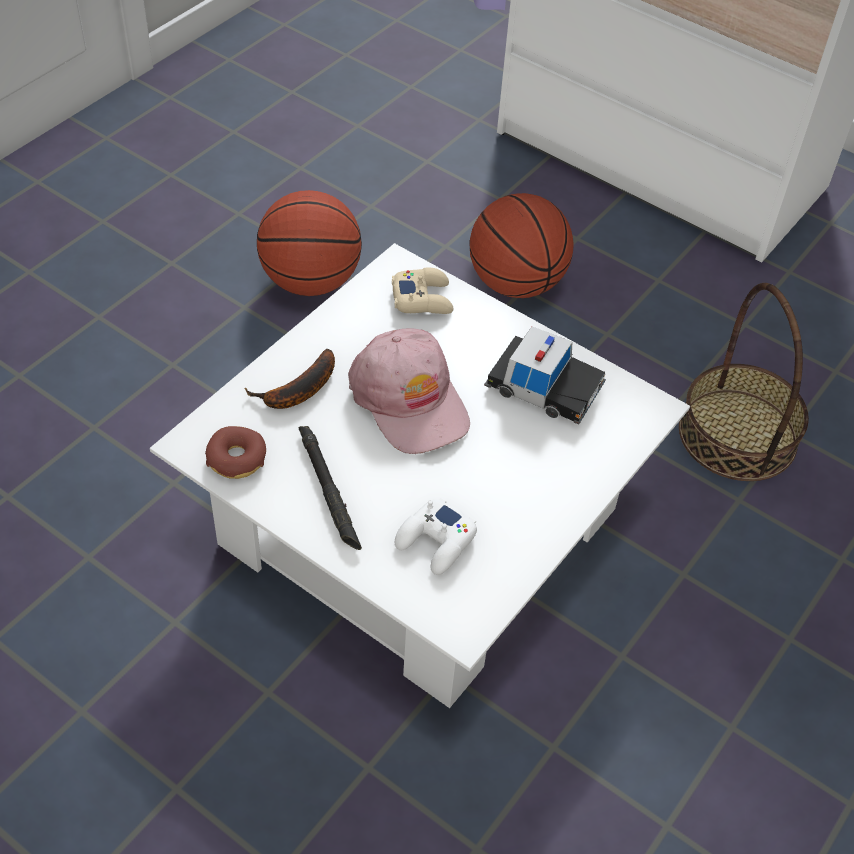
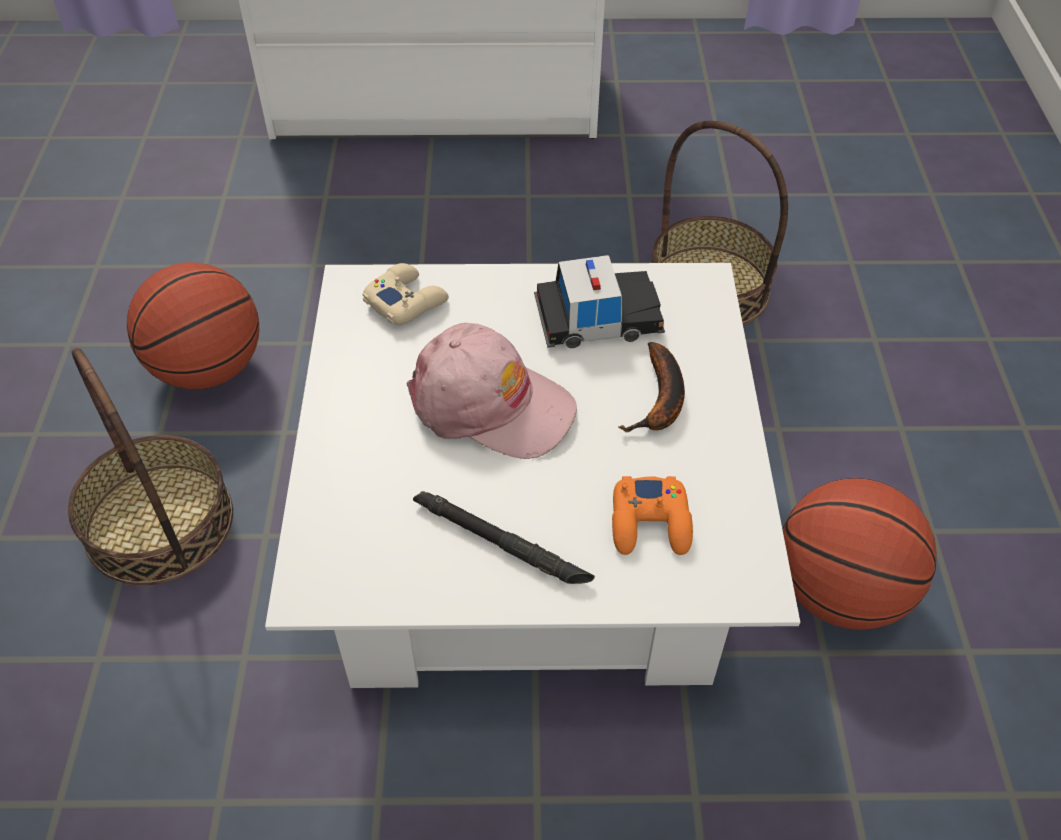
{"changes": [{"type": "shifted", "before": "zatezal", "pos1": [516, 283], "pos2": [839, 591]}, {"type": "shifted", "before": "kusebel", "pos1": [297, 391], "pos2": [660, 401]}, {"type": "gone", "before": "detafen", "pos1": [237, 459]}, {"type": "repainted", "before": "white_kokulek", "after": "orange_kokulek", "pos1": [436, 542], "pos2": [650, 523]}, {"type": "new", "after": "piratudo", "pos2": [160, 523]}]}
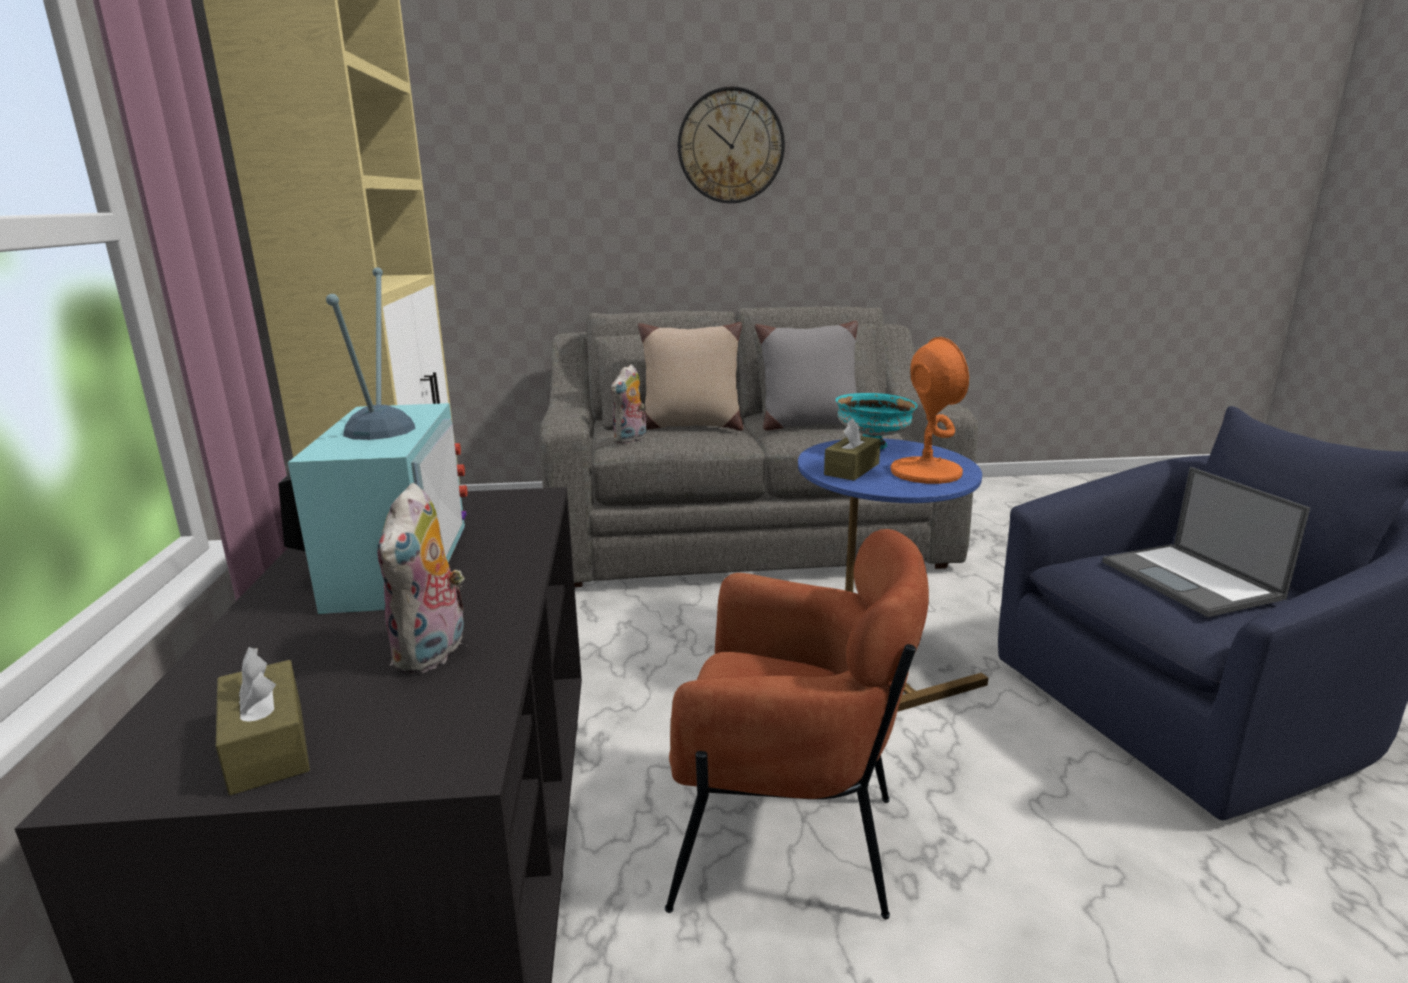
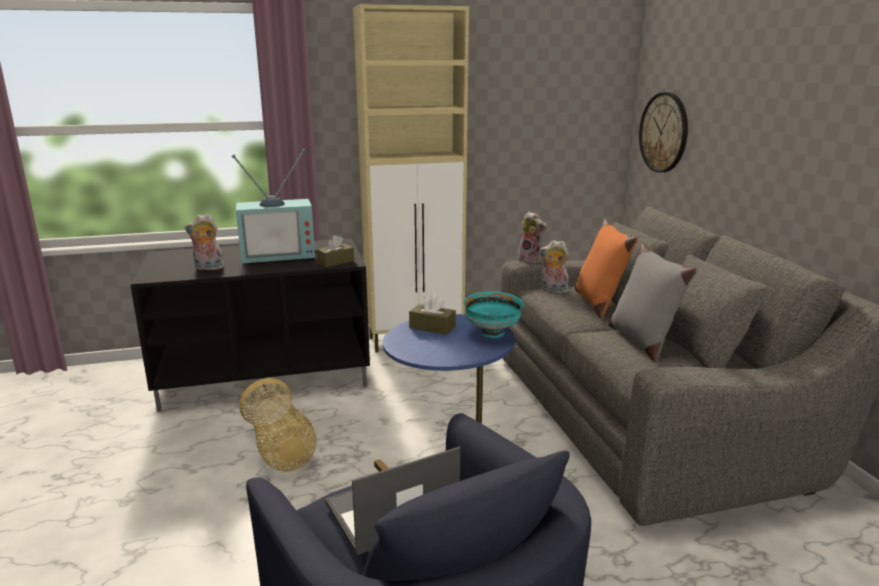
{"changes": [{"type": "shifted", "before": "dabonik", "pos1": [730, 146], "pos2": [664, 132]}, {"type": "repainted", "before": "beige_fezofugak", "after": "orange_fezofugak", "pos1": [691, 426], "pos2": [598, 302]}, {"type": "gone", "before": "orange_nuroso", "pos1": [925, 472]}, {"type": "swapped", "before": "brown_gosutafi", "after": "piratudo", "pos1": [787, 840], "pos2": [280, 449]}, {"type": "shifted", "before": "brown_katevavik", "pos1": [267, 746], "pos2": [335, 262]}, {"type": "new", "after": "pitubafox", "pos2": [531, 260]}]}
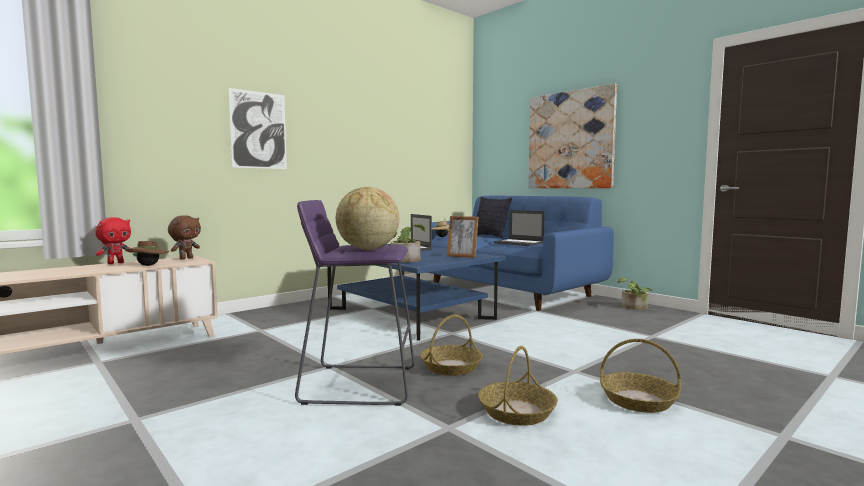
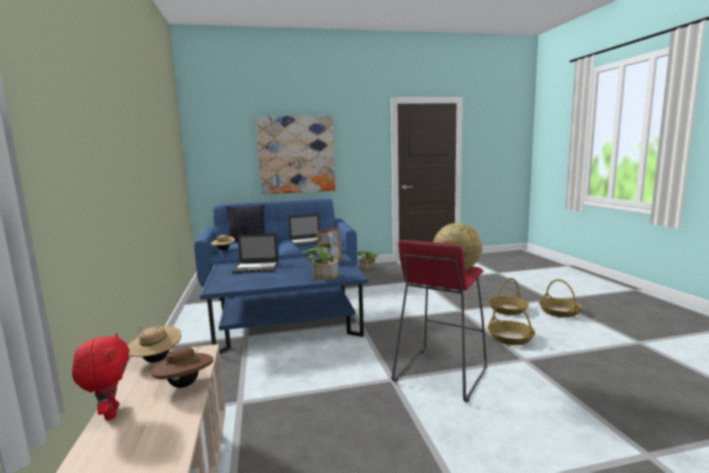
{"changes": [{"type": "gone", "before": "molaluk", "pos1": [258, 130]}, {"type": "repainted", "before": "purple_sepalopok", "after": "red_sepalopok", "pos1": [358, 384], "pos2": [440, 374]}, {"type": "swapped", "before": "brown_pitubafox", "after": "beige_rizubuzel", "pos1": [186, 258], "pos2": [156, 360]}, {"type": "shifted", "before": "piratudo", "pos1": [451, 367], "pos2": [559, 312]}]}
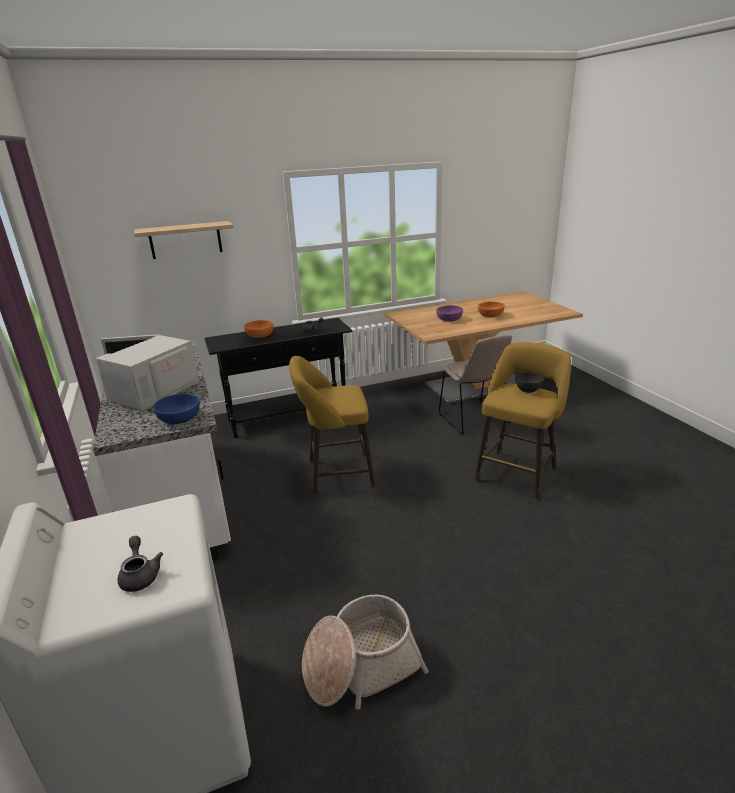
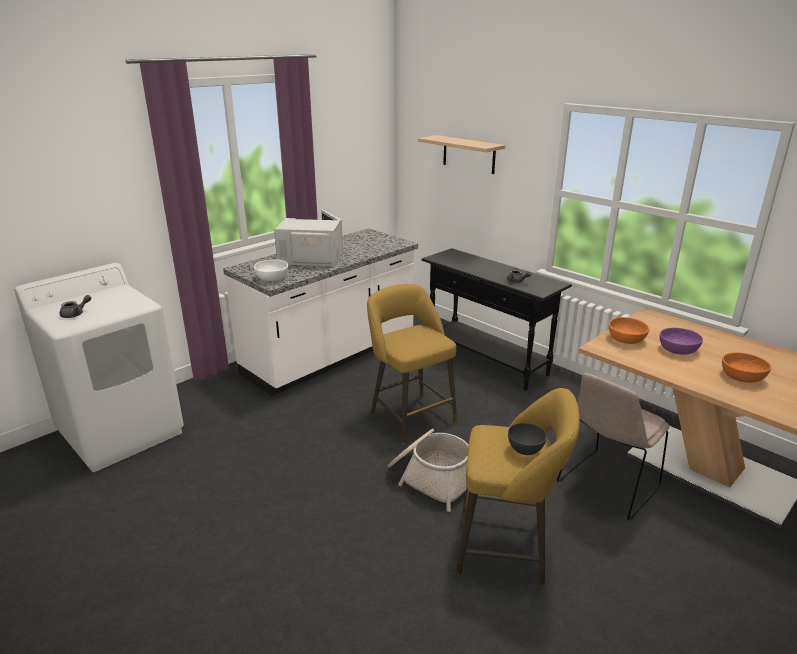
{"changes": [{"type": "shifted", "before": "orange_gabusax", "pos1": [260, 335], "pos2": [626, 339]}, {"type": "repainted", "before": "blue_gabusax", "after": "white_gabusax", "pos1": [180, 418], "pos2": [272, 278]}, {"type": "shifted", "before": "piratudo", "pos1": [361, 665], "pos2": [432, 477]}]}
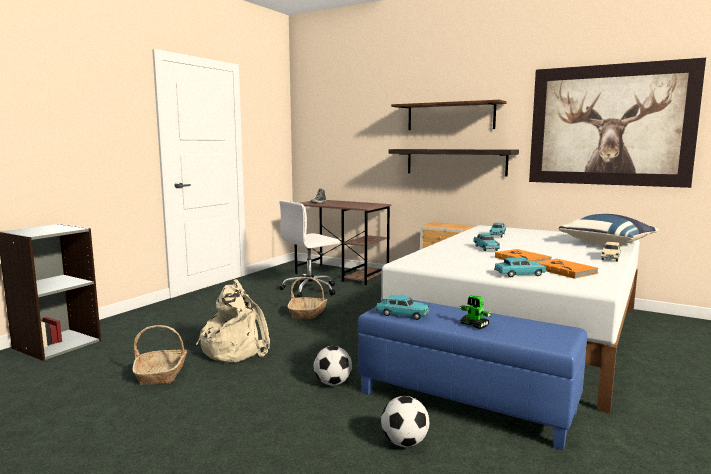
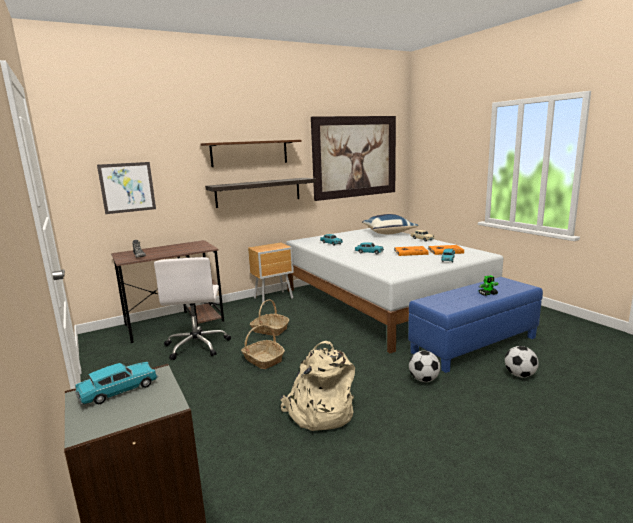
{"changes": [{"type": "shifted", "before": "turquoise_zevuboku", "pos1": [402, 315], "pos2": [119, 391]}, {"type": "shifted", "before": "piratudo", "pos1": [162, 373], "pos2": [269, 330]}, {"type": "new", "after": "molaluk", "pos2": [127, 187]}]}
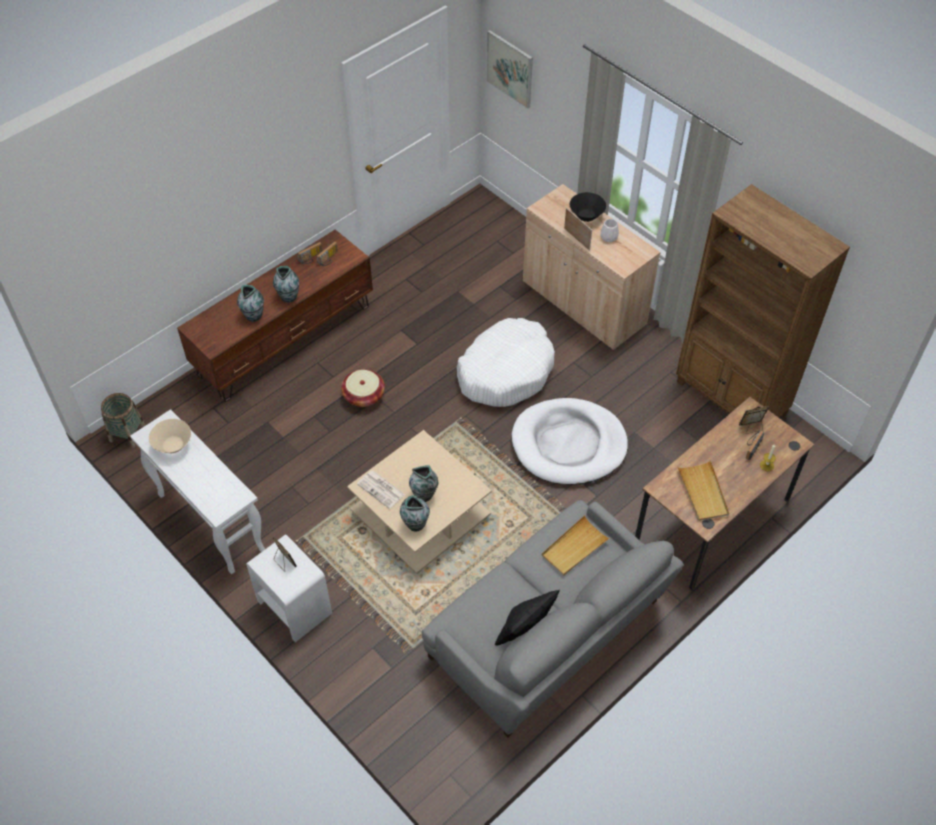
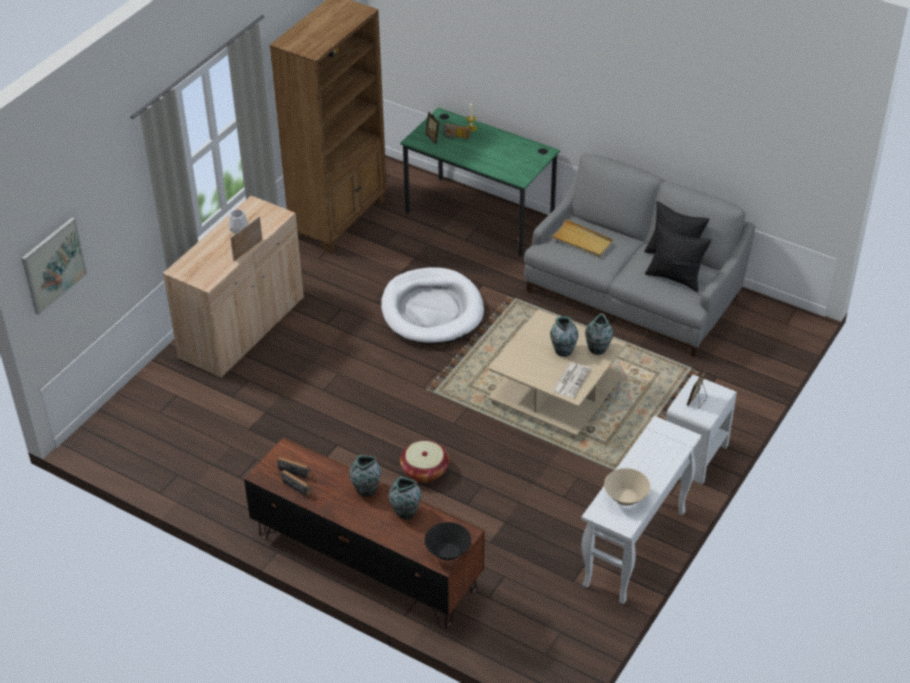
{"changes": [{"type": "shifted", "before": "black_gabusax", "pos1": [586, 216], "pos2": [447, 552]}, {"type": "gone", "before": "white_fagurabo", "pos1": [505, 371]}, {"type": "gone", "before": "piratudo", "pos1": [127, 434]}, {"type": "repainted", "before": "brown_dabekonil", "after": "green_dabekonil", "pos1": [712, 520], "pos2": [479, 216]}, {"type": "gone", "before": "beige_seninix", "pos1": [703, 492]}, {"type": "new", "after": "black_fezofugak", "pos2": [675, 278]}]}
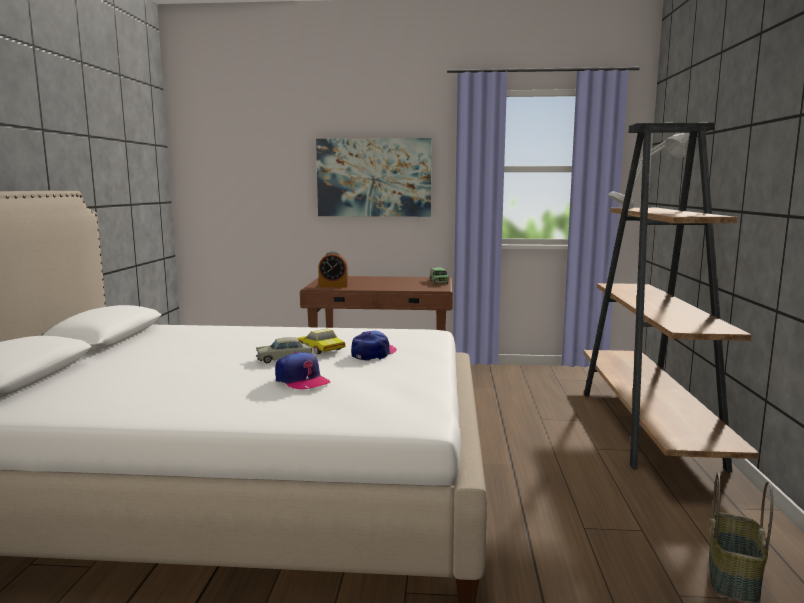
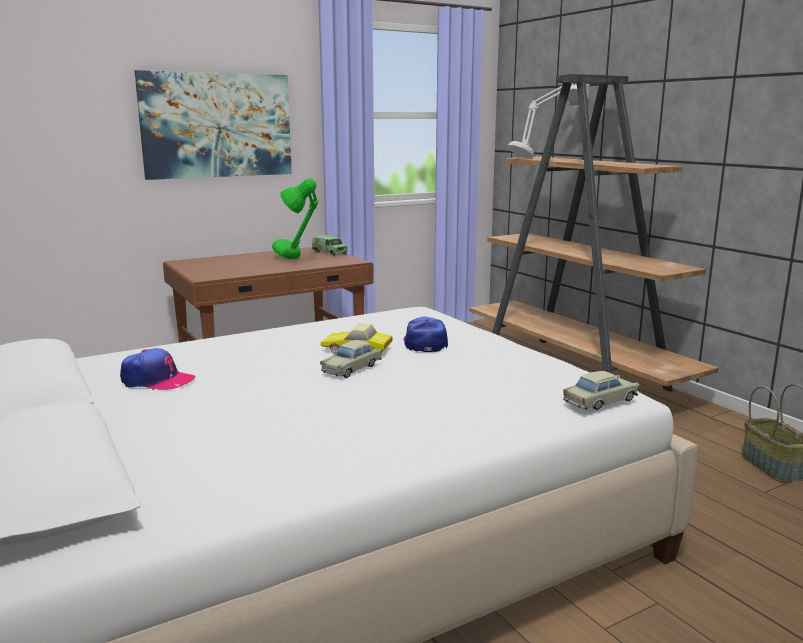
{"changes": [{"type": "gone", "before": "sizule", "pos1": [333, 286]}, {"type": "shifted", "before": "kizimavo", "pos1": [301, 380], "pos2": [157, 381]}, {"type": "new", "after": "green_nuroso", "pos2": [298, 262]}, {"type": "new", "after": "beige_zevuboku", "pos2": [600, 401]}]}
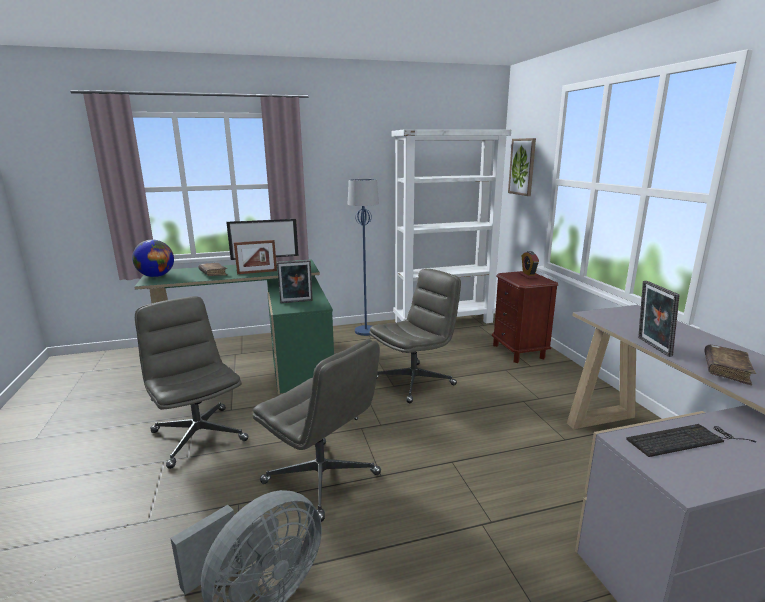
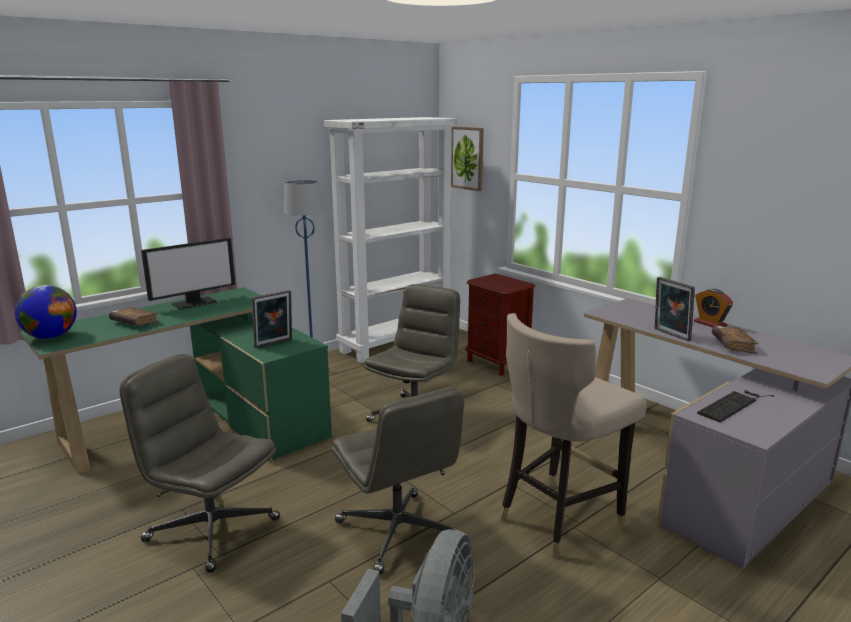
{"changes": [{"type": "gone", "before": "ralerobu", "pos1": [257, 272]}, {"type": "shifted", "before": "sizule", "pos1": [528, 276], "pos2": [710, 324]}, {"type": "rotated", "before": "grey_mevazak", "pos1": [322, 479], "pos2": [399, 532], "turn": 45}, {"type": "new", "after": "beige_sepalopok", "pos2": [558, 519]}]}
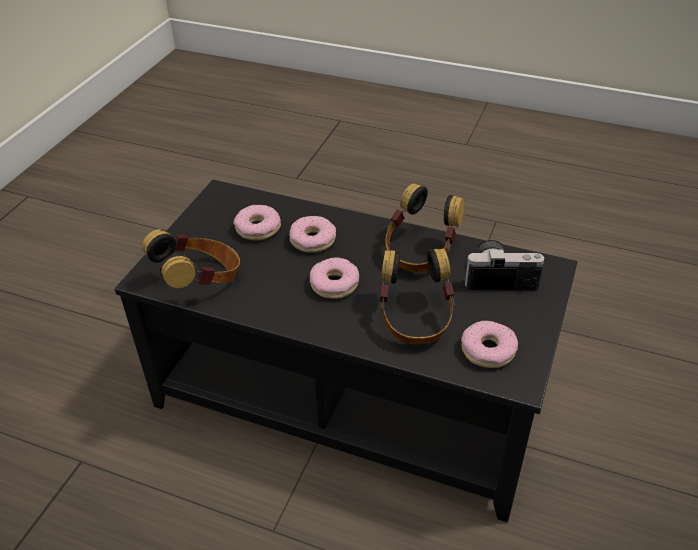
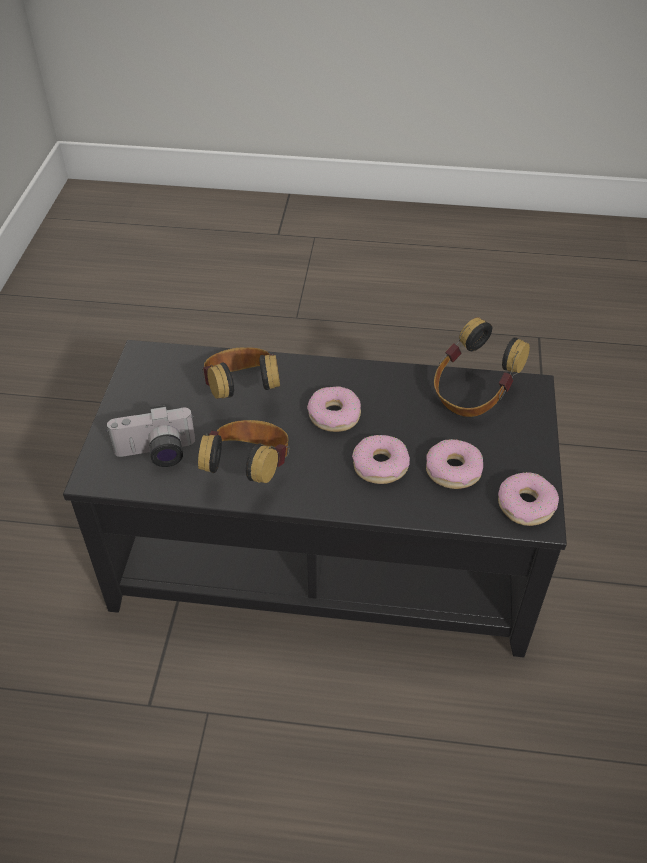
{"changes": [{"type": "shifted", "before": "detafen", "pos1": [488, 350], "pos2": [526, 505]}]}
